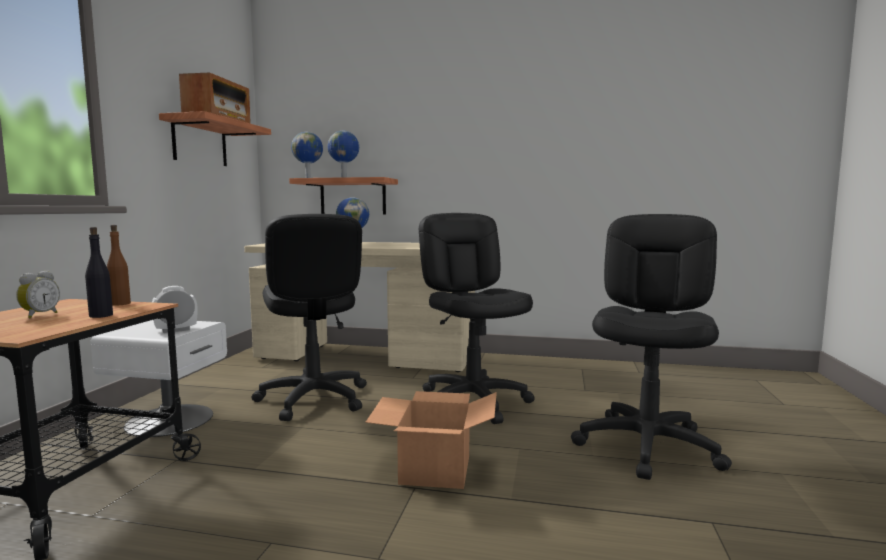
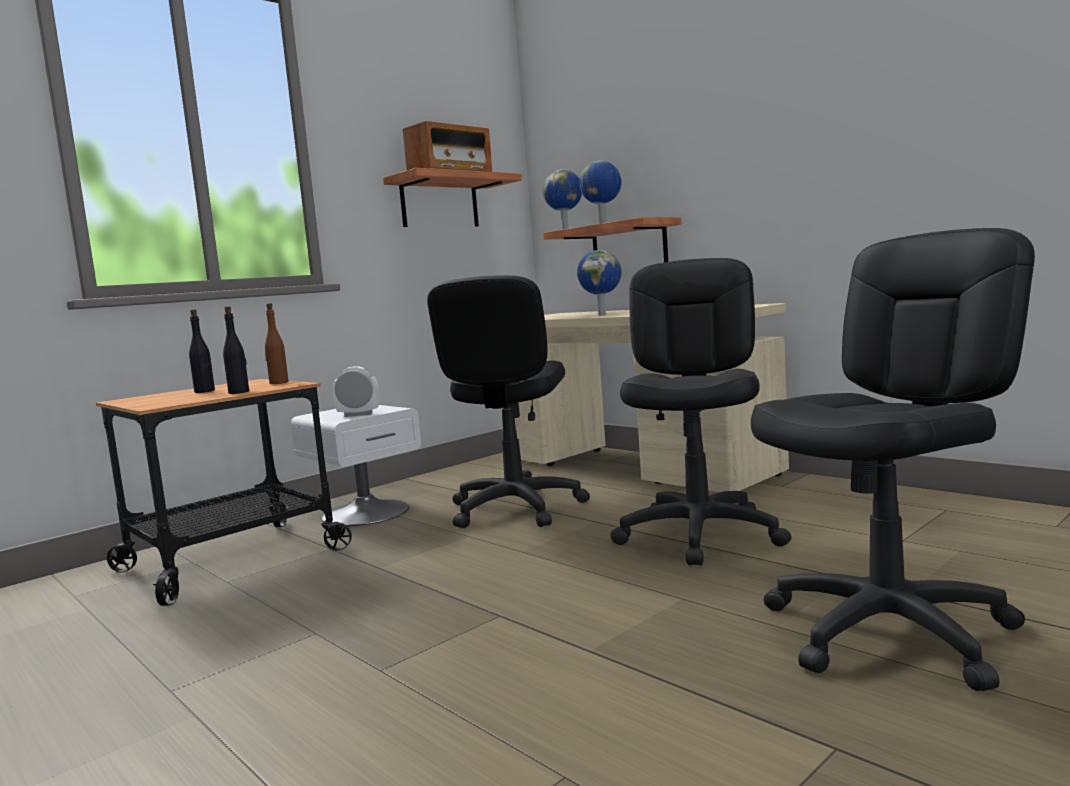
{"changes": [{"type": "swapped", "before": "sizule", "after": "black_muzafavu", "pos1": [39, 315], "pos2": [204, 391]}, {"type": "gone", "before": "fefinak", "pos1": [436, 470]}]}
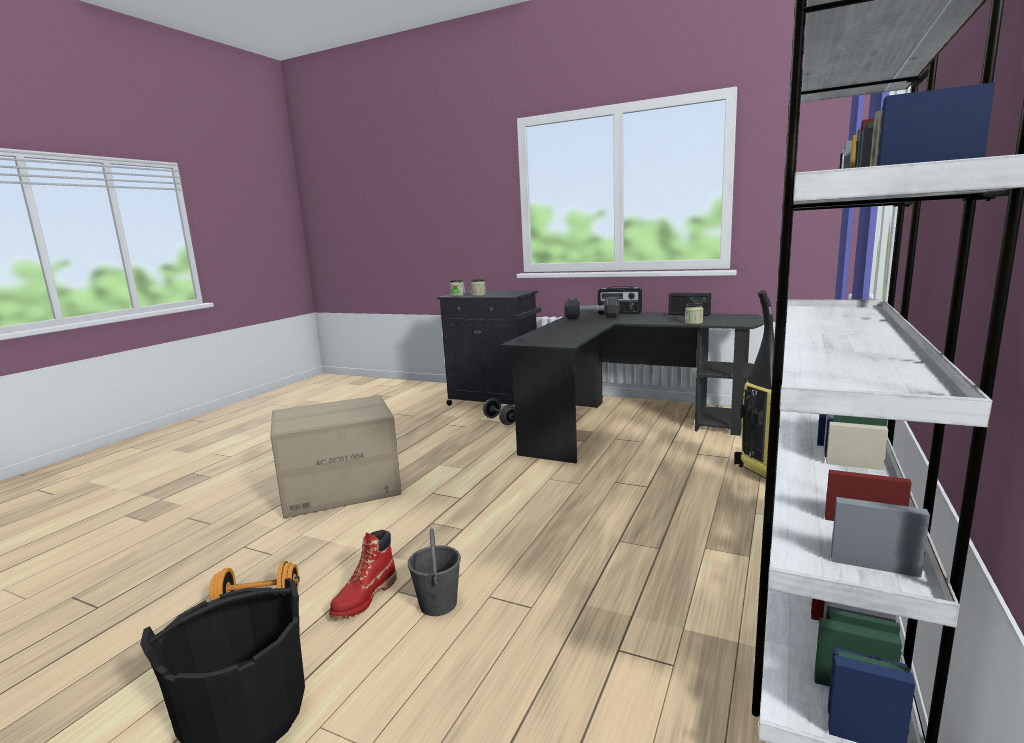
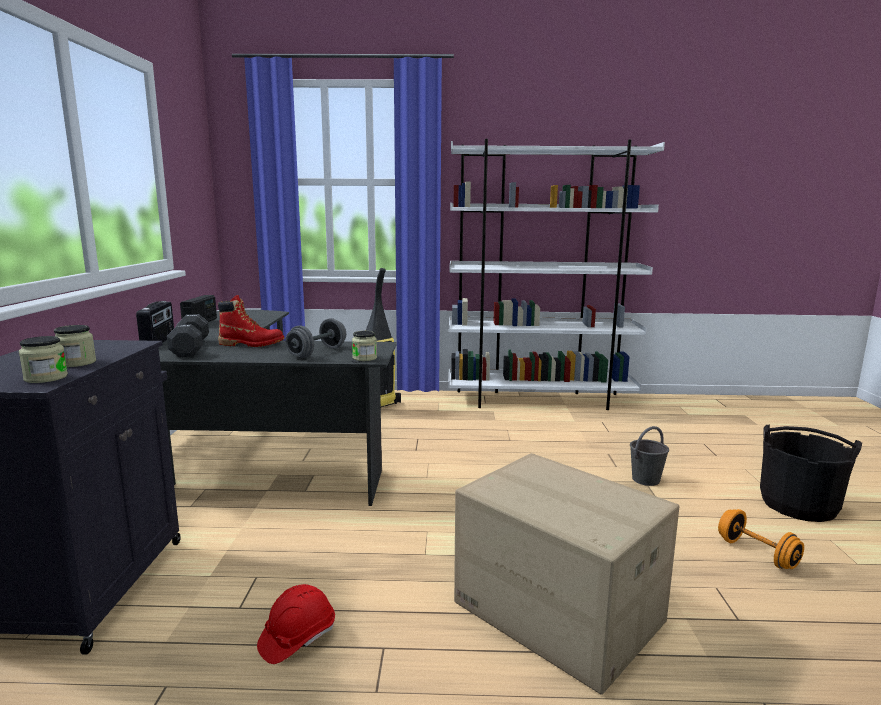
{"changes": [{"type": "shifted", "before": "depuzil", "pos1": [693, 322], "pos2": [364, 358]}, {"type": "shifted", "before": "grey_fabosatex", "pos1": [500, 421], "pos2": [317, 352]}, {"type": "shifted", "before": "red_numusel", "pos1": [365, 598], "pos2": [251, 344]}, {"type": "new", "after": "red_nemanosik", "pos2": [297, 638]}]}
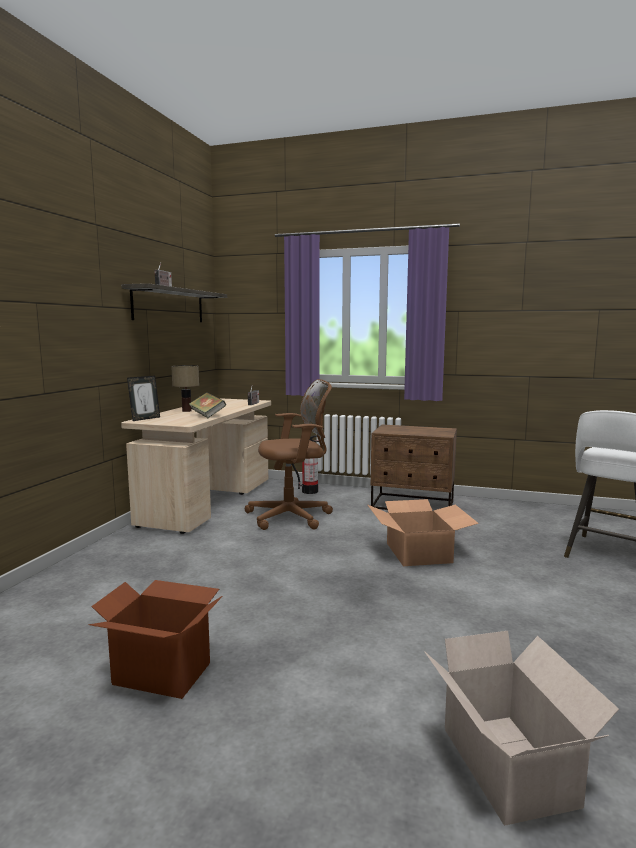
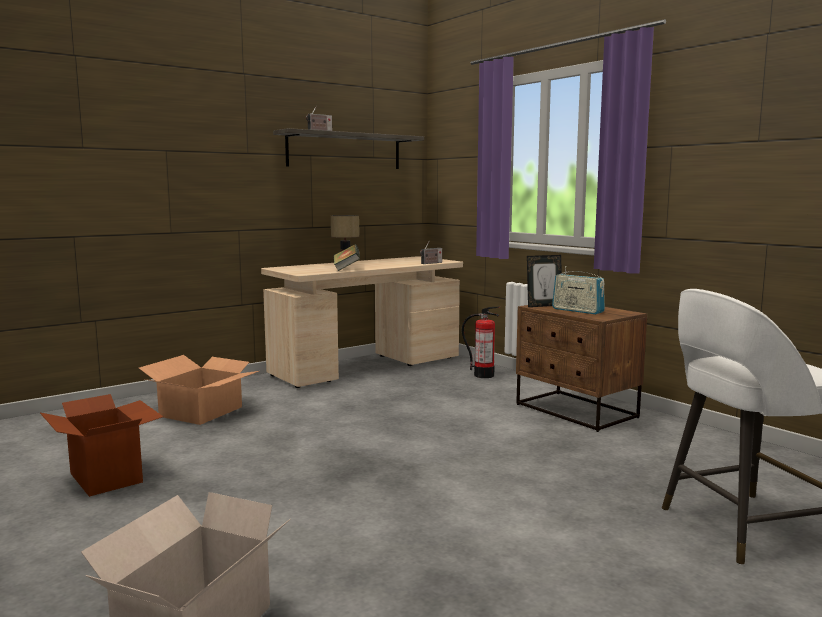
{"changes": [{"type": "shifted", "before": "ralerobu", "pos1": [145, 419], "pos2": [543, 305]}, {"type": "gone", "before": "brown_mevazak", "pos1": [293, 517]}, {"type": "shifted", "before": "fefinak", "pos1": [419, 552], "pos2": [202, 412]}, {"type": "new", "after": "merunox", "pos2": [577, 311]}]}
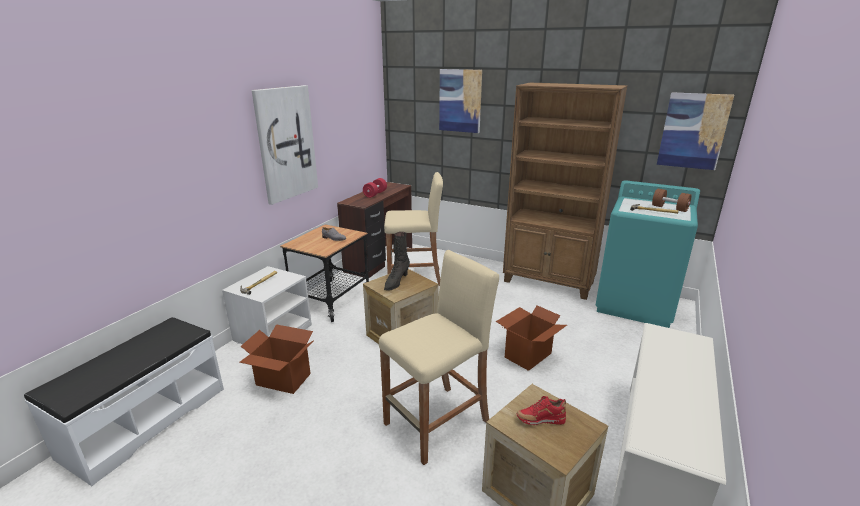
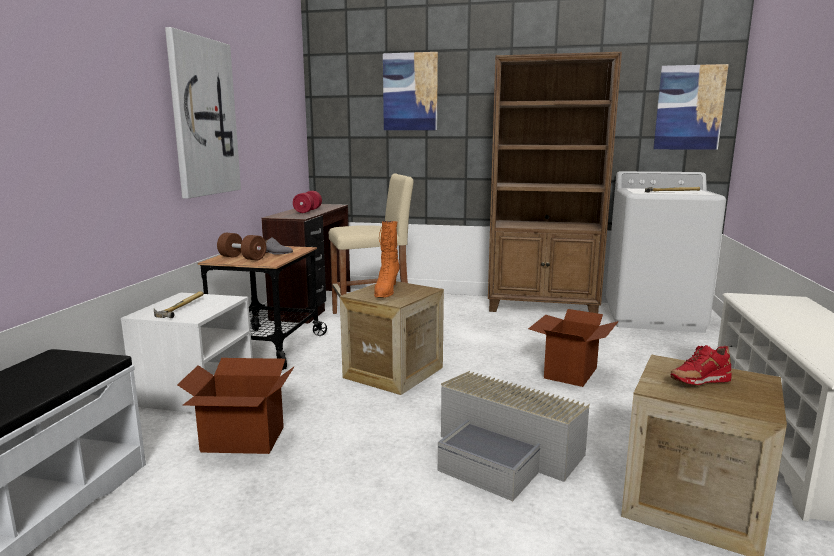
{"changes": [{"type": "repainted", "before": "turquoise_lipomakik", "after": "white_lipomakik", "pos1": [635, 304], "pos2": [653, 317]}, {"type": "shifted", "before": "brown_fabosatex", "pos1": [669, 208], "pos2": [242, 258]}, {"type": "repainted", "before": "black_numusel", "after": "orange_numusel", "pos1": [396, 282], "pos2": [386, 291]}, {"type": "swapped", "before": "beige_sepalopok", "after": "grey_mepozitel", "pos1": [437, 422], "pos2": [505, 454]}]}
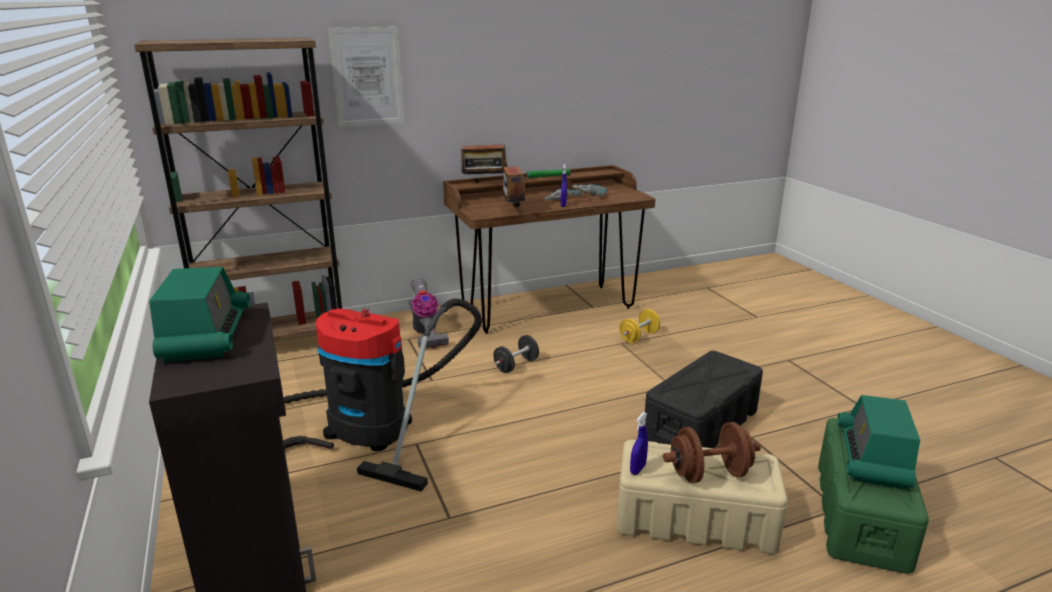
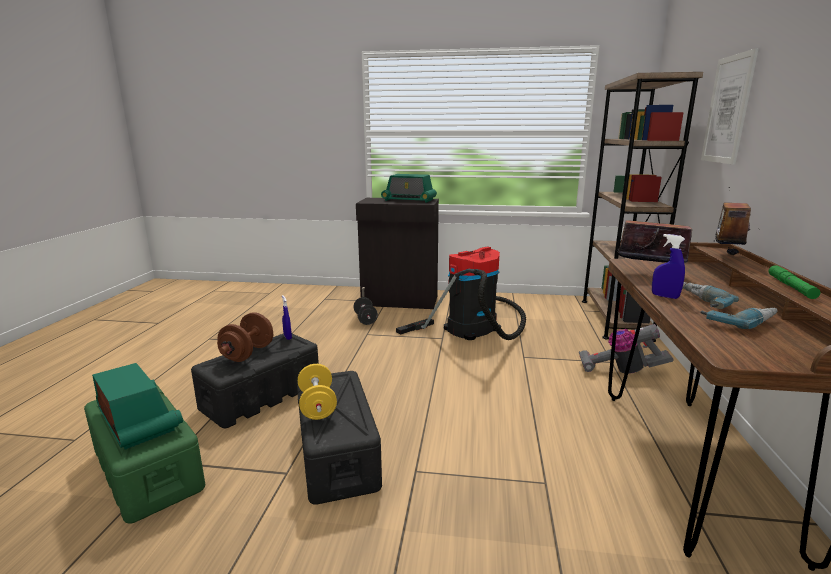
{"changes": [{"type": "shifted", "before": "yellow_fabosatex", "pos1": [639, 337], "pos2": [317, 405]}, {"type": "shifted", "before": "black_fabosatex", "pos1": [516, 365], "pos2": [365, 319]}, {"type": "repainted", "before": "beige_mepozitel", "after": "black_mepozitel", "pos1": [693, 519], "pos2": [262, 395]}]}
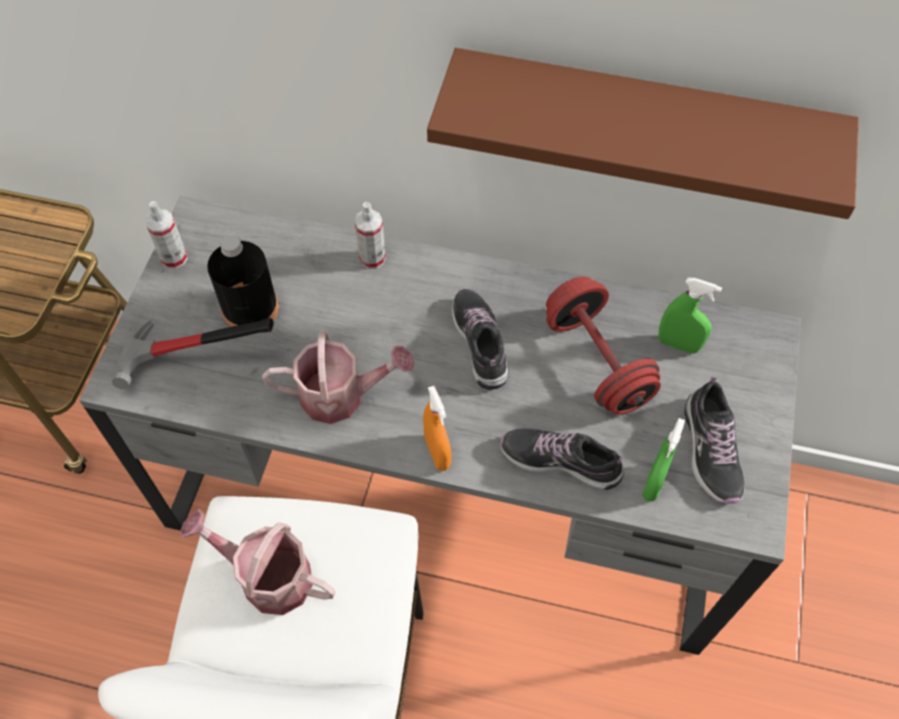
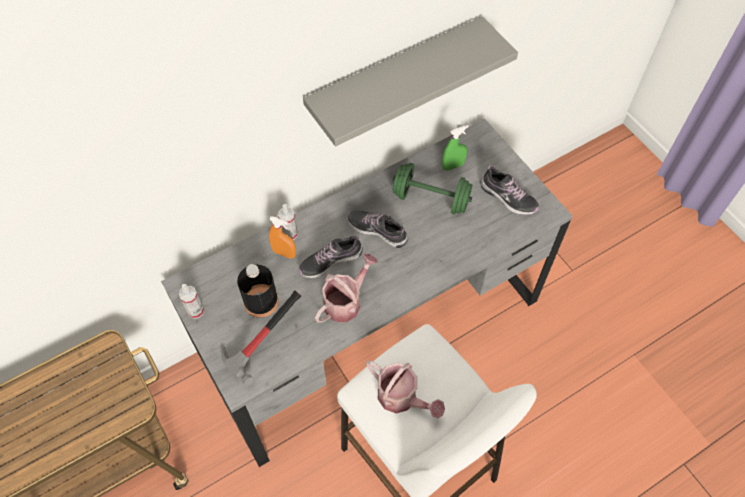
{"changes": [{"type": "repainted", "before": "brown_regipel", "after": "grey_regipel", "pos1": [640, 127], "pos2": [395, 79]}, {"type": "repainted", "before": "red_fabosatex", "after": "green_fabosatex", "pos1": [597, 362], "pos2": [431, 199]}, {"type": "shifted", "before": "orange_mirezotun", "pos1": [437, 453], "pos2": [284, 253]}, {"type": "gone", "before": "green_mirezotun", "pos1": [653, 483]}, {"type": "shifted", "before": "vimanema", "pos1": [560, 461], "pos2": [330, 261]}, {"type": "rotated", "before": "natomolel", "pos1": [268, 576], "pos2": [402, 398], "turn": -120}]}
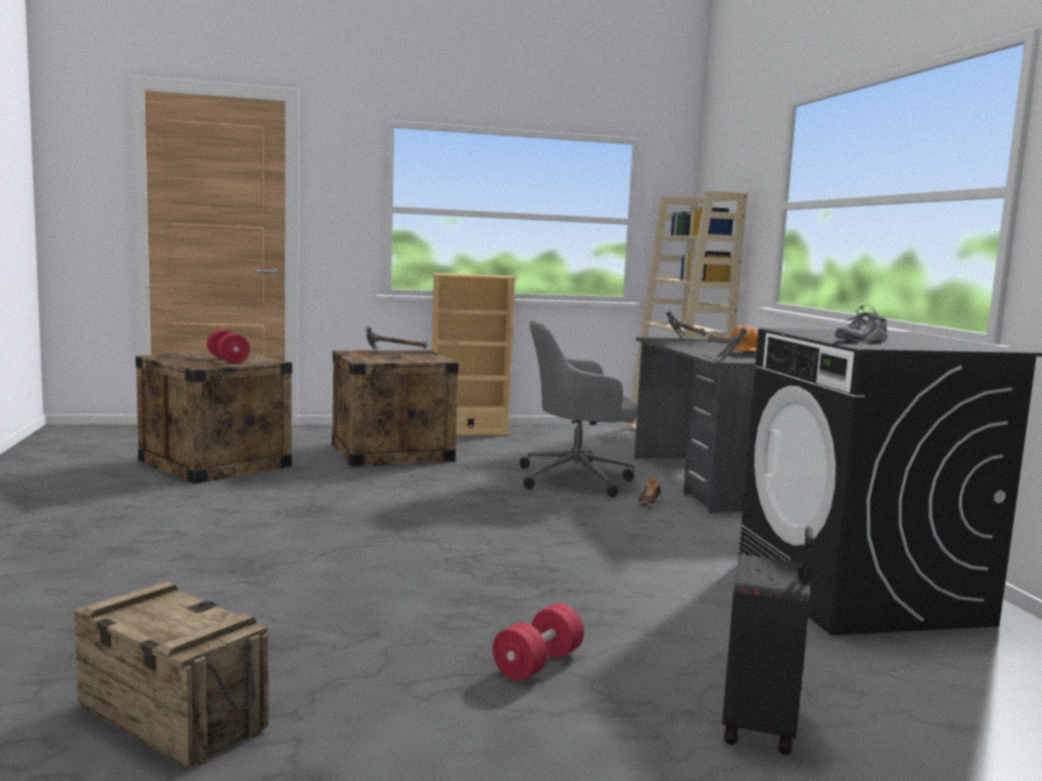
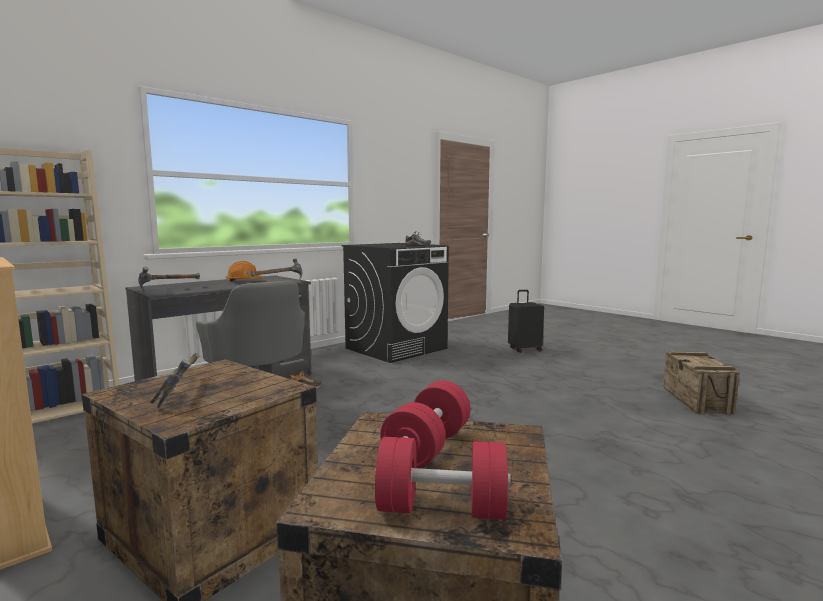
{"changes": [{"type": "shifted", "before": "red_fabosatex", "pos1": [538, 664], "pos2": [441, 509]}]}
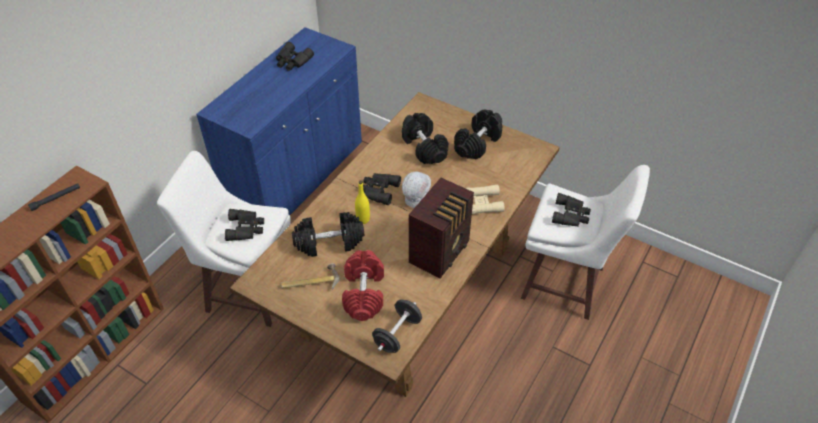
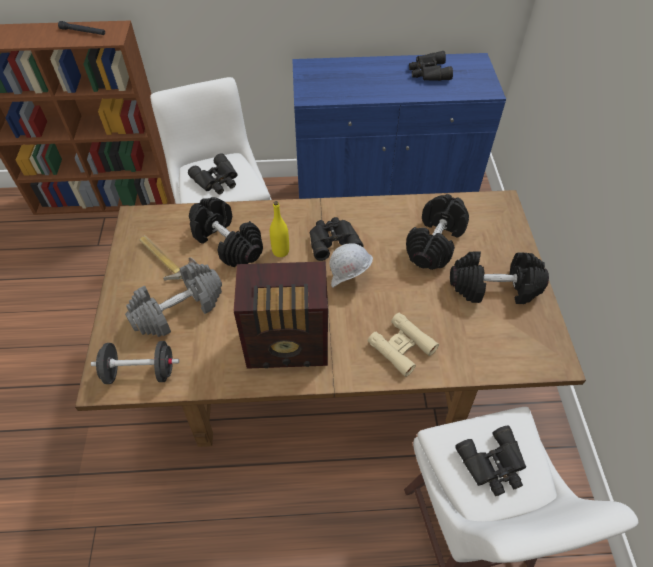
{"changes": [{"type": "repainted", "before": "red_fabosatex", "after": "grey_fabosatex", "pos1": [364, 293], "pos2": [178, 310]}]}
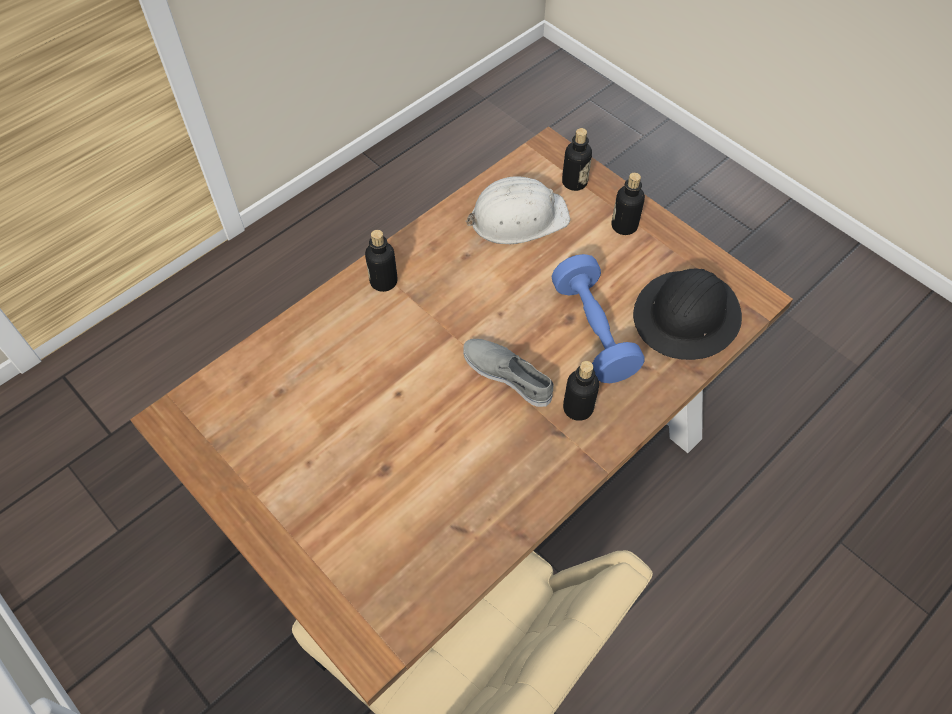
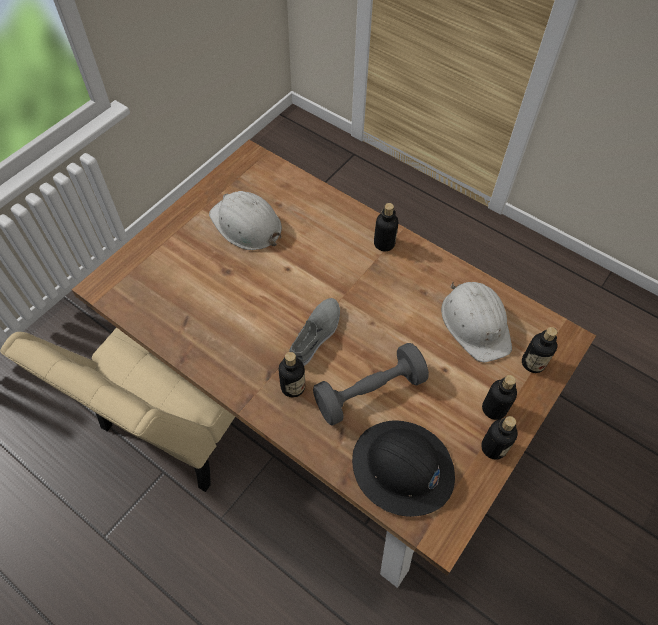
{"changes": [{"type": "repainted", "before": "blue_fabosatex", "after": "grey_fabosatex", "pos1": [593, 331], "pos2": [369, 392]}, {"type": "new", "after": "white_nemanosik", "pos2": [246, 224]}, {"type": "new", "after": "muzafavu", "pos2": [493, 447]}]}
